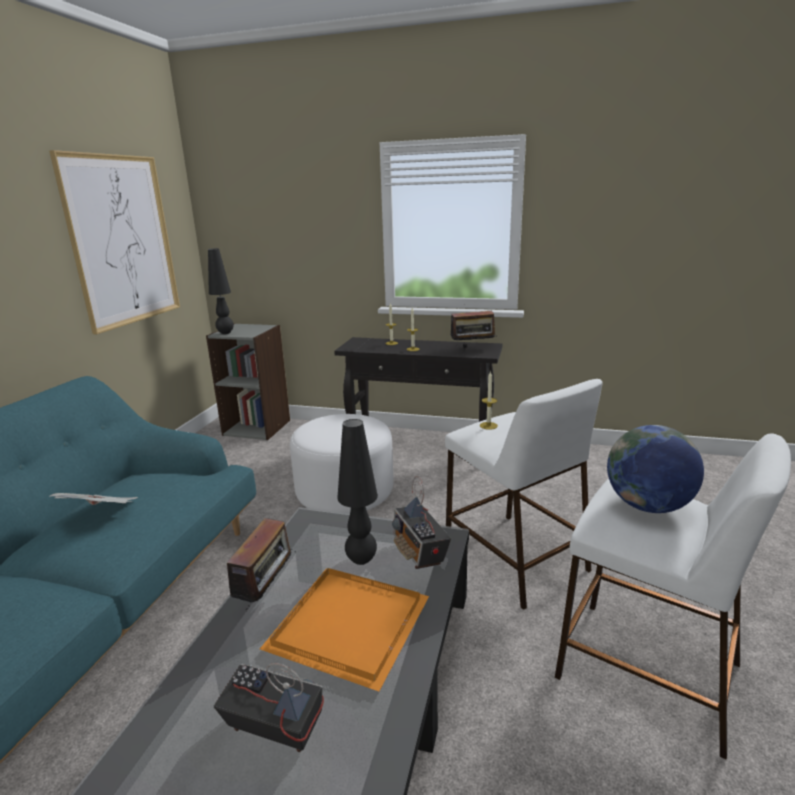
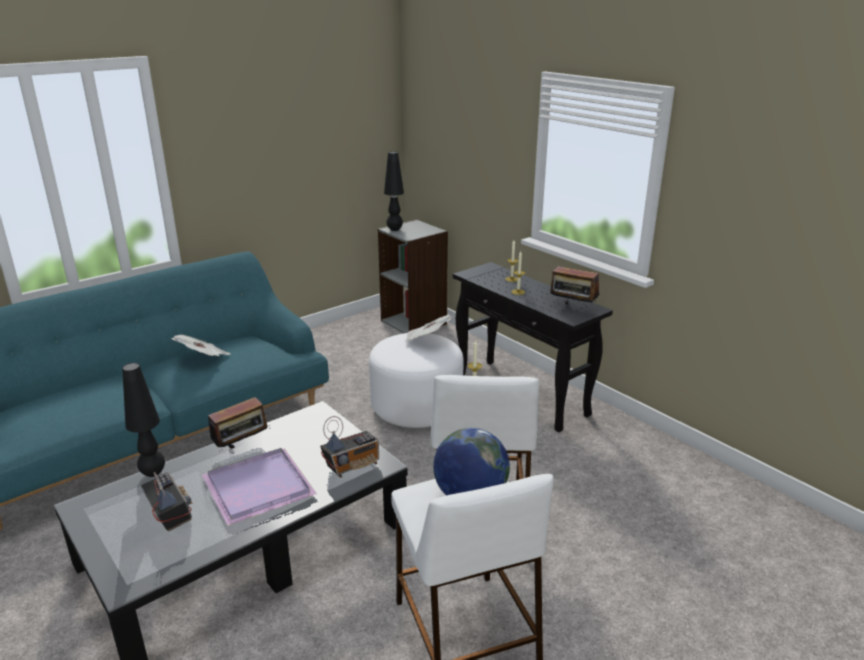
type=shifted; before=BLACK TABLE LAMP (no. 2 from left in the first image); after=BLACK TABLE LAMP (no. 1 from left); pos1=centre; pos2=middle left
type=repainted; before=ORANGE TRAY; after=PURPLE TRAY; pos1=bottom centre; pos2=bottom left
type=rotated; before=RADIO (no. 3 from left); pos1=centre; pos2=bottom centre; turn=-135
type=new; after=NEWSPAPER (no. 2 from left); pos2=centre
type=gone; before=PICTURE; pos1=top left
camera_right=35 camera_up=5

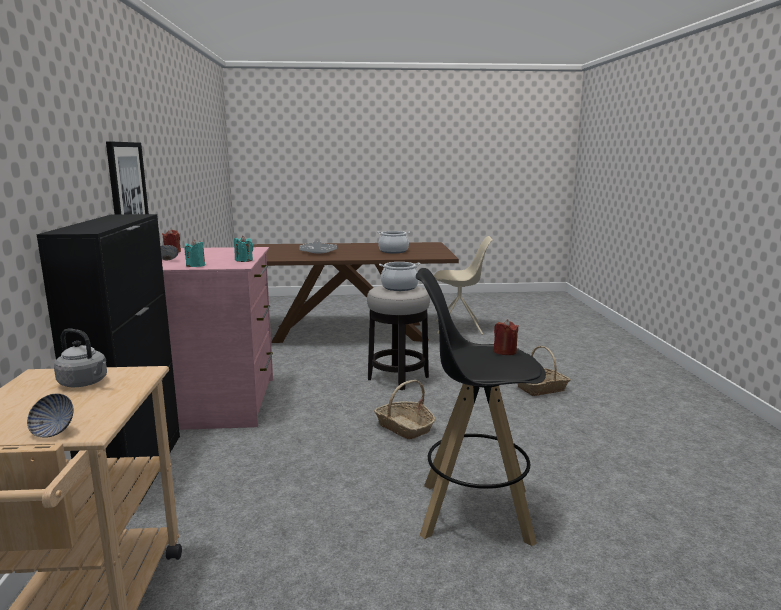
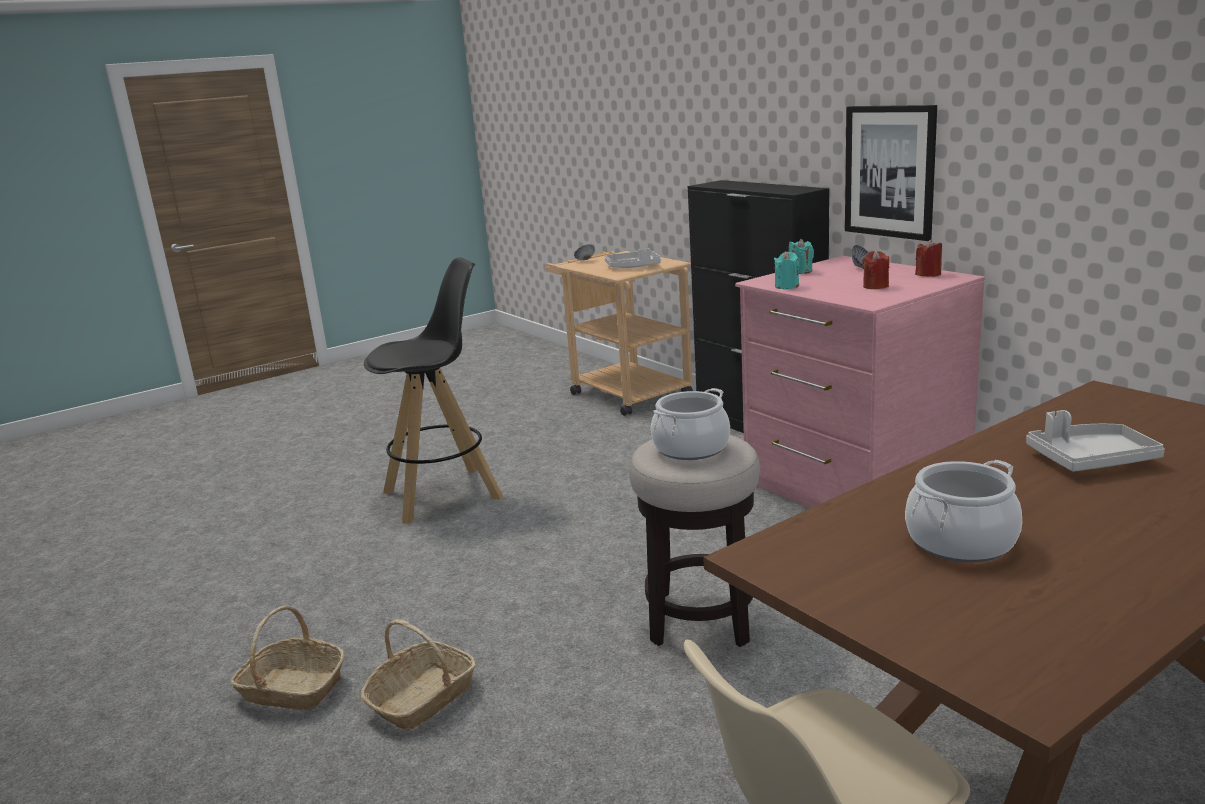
type=shifted; before=BASKET (no. 1 from left); pos1=bottom centre; pos2=bottom left
type=swapped; before=GREY KETTLE; after=GREY TRAY (no. 1 from left); pos1=middle left; pos2=top centre
type=shifted; before=RED CANDLE (no. 2 from left in the first image); after=RED CANDLE (no. 1 from left); pos1=centre; pos2=middle right
camera_right=150 camera_up=5

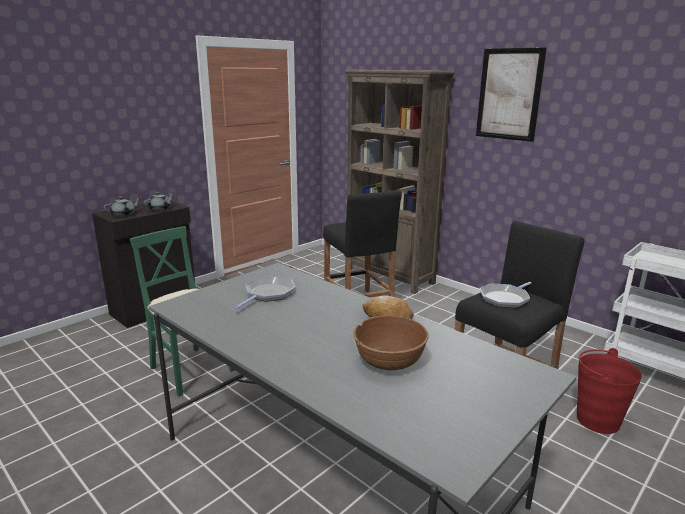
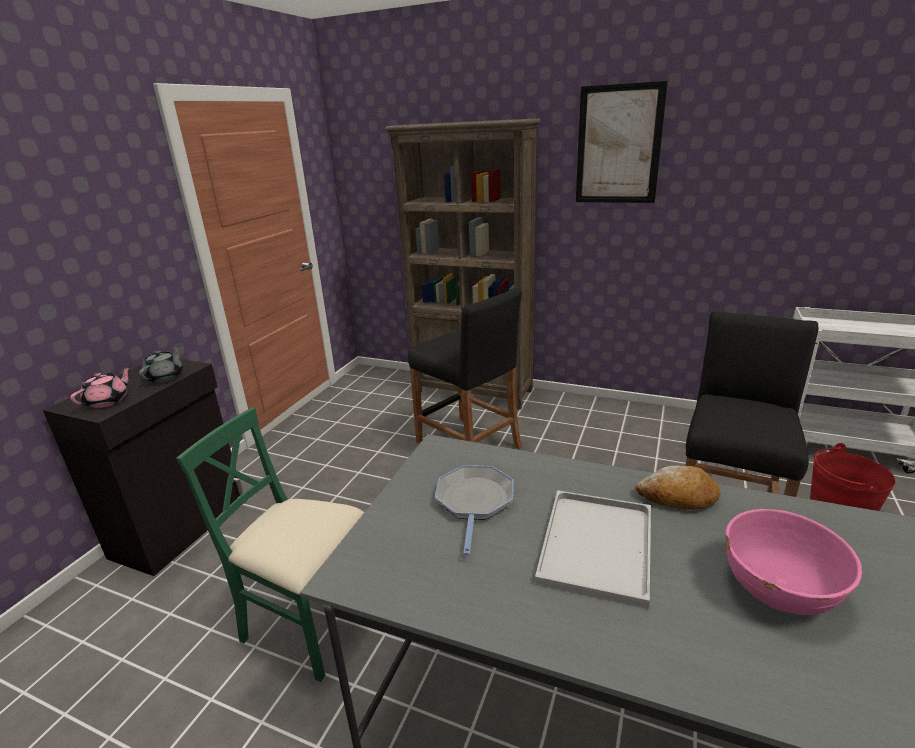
type=repainted; before=GREY TEAPOT (no. 1 from left); after=PINK TEAPOT; pos1=middle left; pos2=middle left
type=new; after=WHITE TRAY; pos2=bottom centre
type=repainted; before=BROWN BOWL; after=PINK BOWL; pos1=centre; pos2=bottom right
type=gone; before=FRYING PAN (no. 2 from left); pos1=middle right
camera_right=-20 camera_up=5

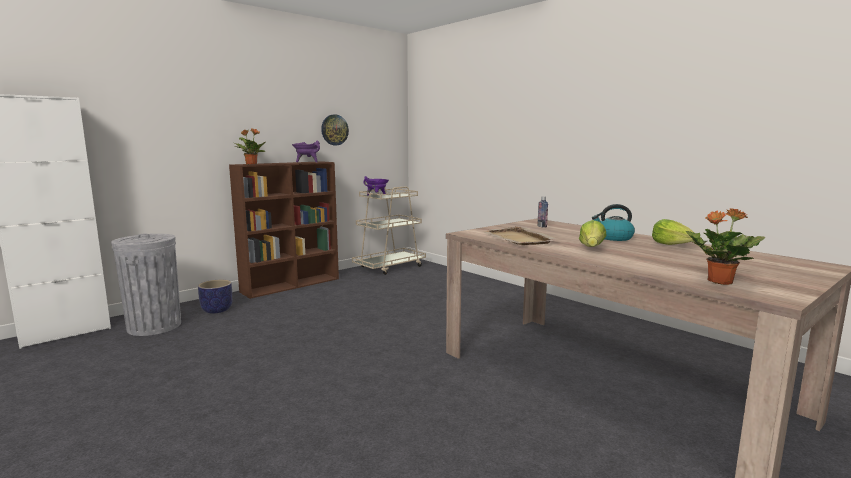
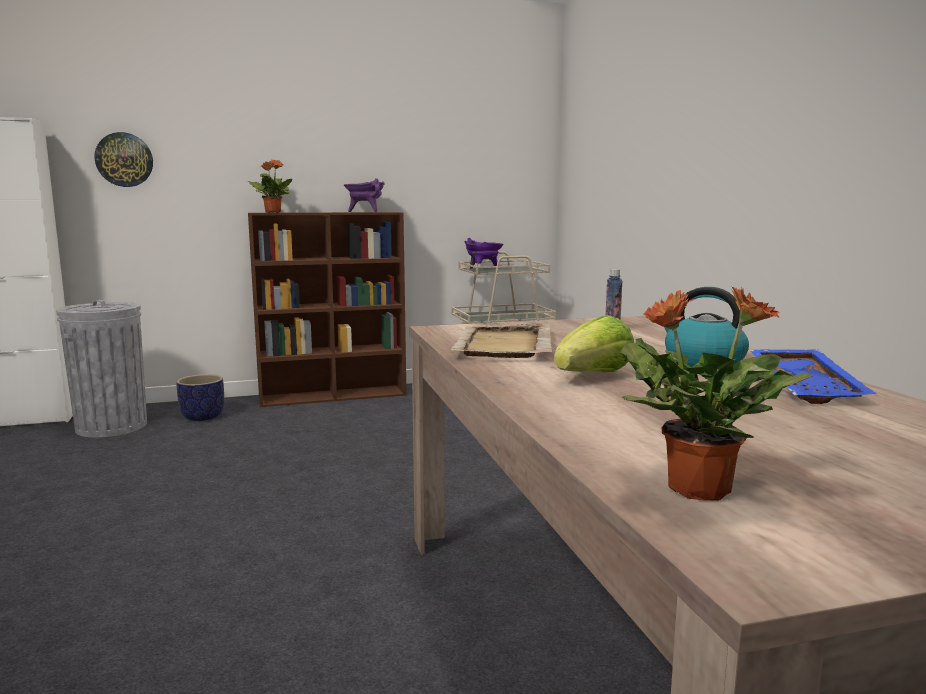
type=shifted; before=WALL CLOCK; pos1=top centre; pos2=top left
type=swapped; before=LETTUCE (no. 2 from left); after=BLUE TRAY; pos1=middle right; pos2=middle right
camera_right=25 camera_up=0

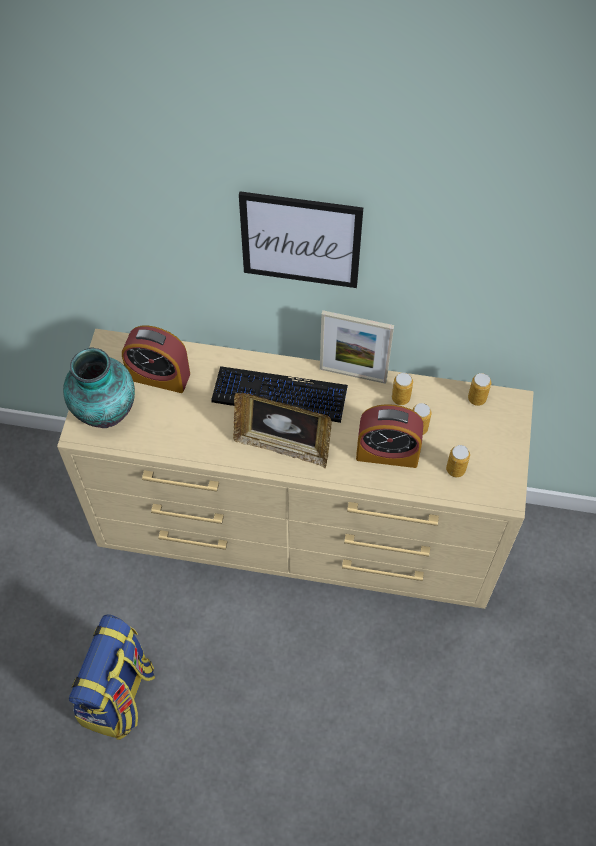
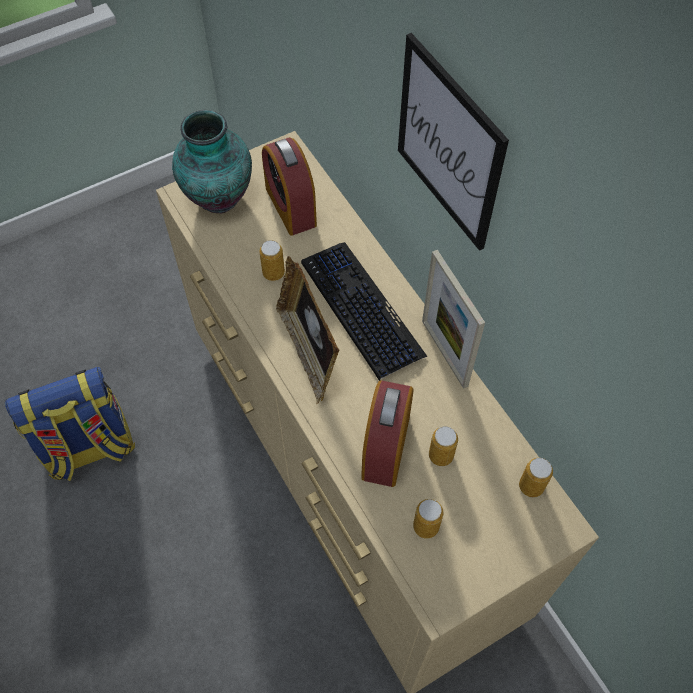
type=shifted; before=CAN (no. 1 from left); pos1=middle right; pos2=centre
type=rotated; before=ALARM CLOCK (no. 2 from left); pos1=centre; pos2=centre; turn=45
camera_right=50 camera_up=0

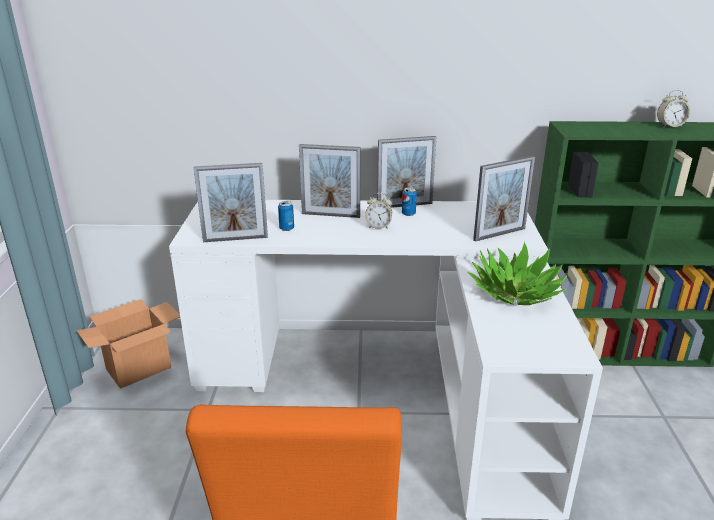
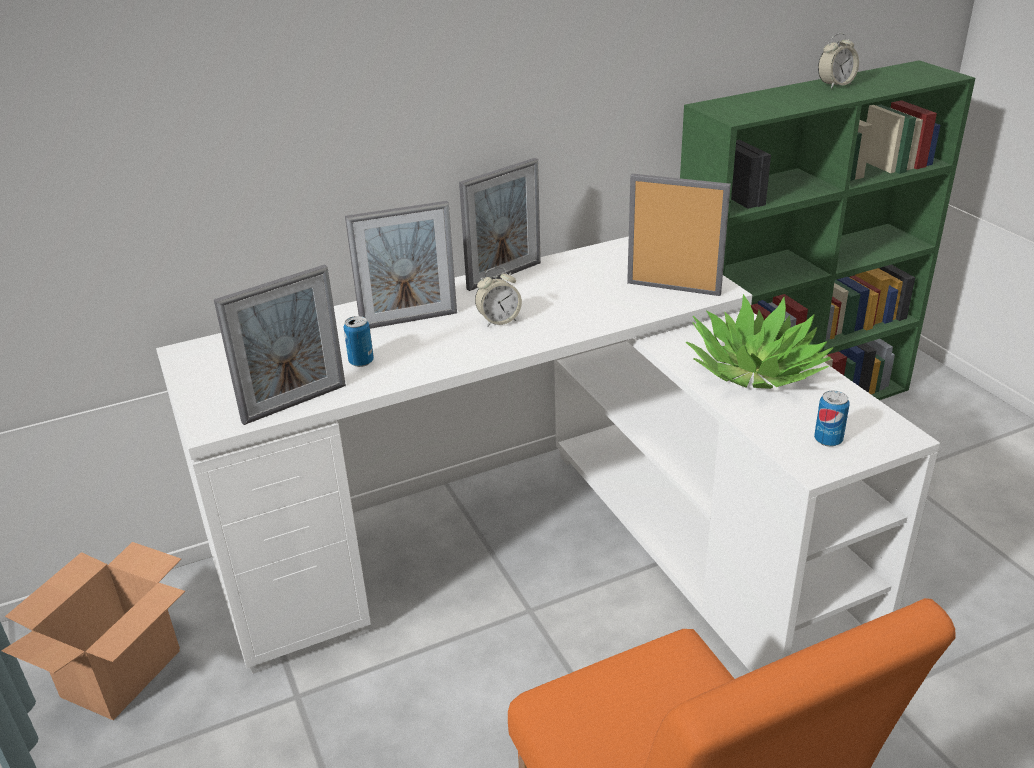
type=rotated; before=PICTURE FRAME (no. 4 from left); pos1=middle right; pos2=top centre; turn=-105
type=shifted; before=CAN (no. 2 from left); pos1=centre; pos2=middle right
camera_right=-25 camera_up=5

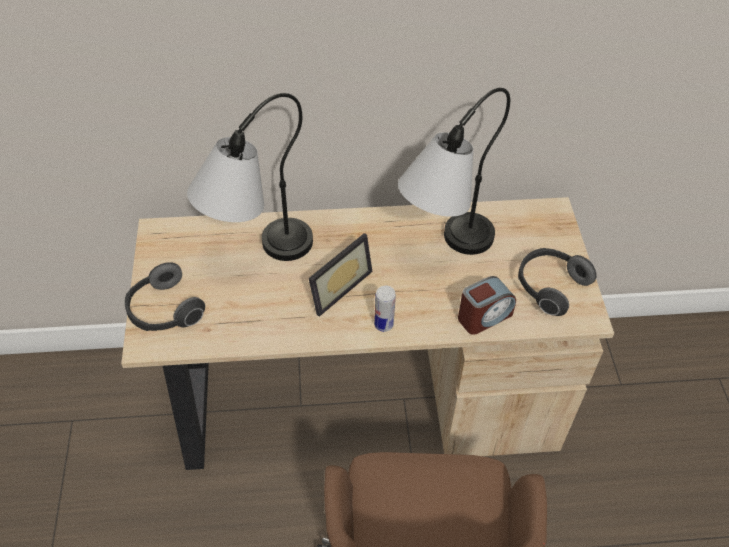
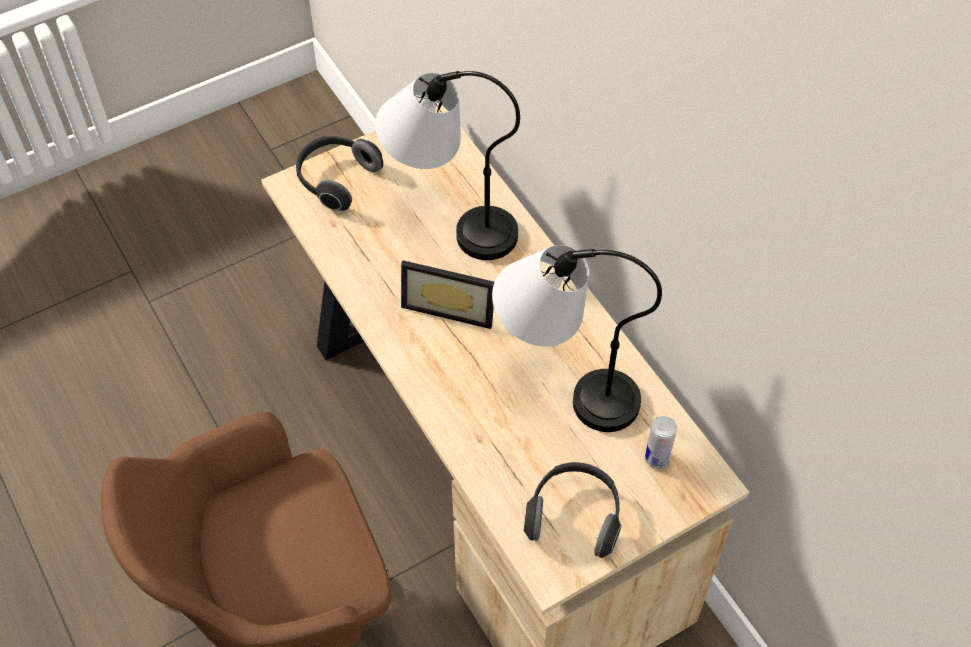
type=shifted; before=CAN; pos1=centre; pos2=bottom right
type=gone; before=ALARM CLOCK; pos1=middle right
camera_right=65 camera_up=5

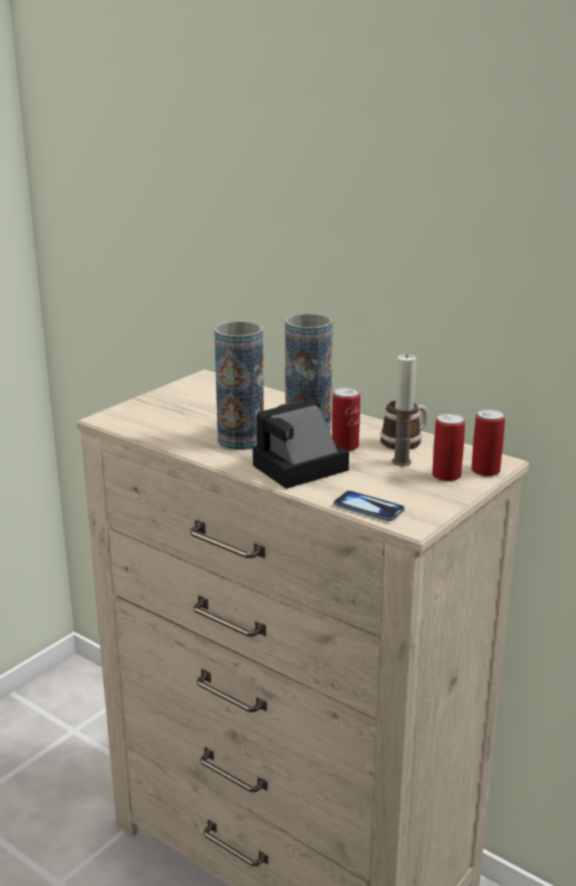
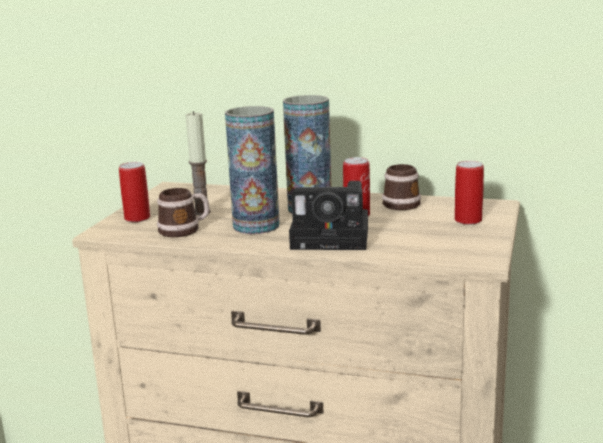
type=shifted; before=CAN (no. 3 from left in the first image); after=CAN (no. 1 from left); pos1=middle right; pos2=middle left
type=new; after=MUG (no. 1 from left); pos2=middle left
type=shifted; before=CANDLE; pos1=middle right; pos2=middle left
type=rotated; before=PHOTO CAMERA; pos1=centre; pos2=centre; turn=-120
type=gone; before=PHONE; pos1=centre
camera_right=-20 camera_up=-5

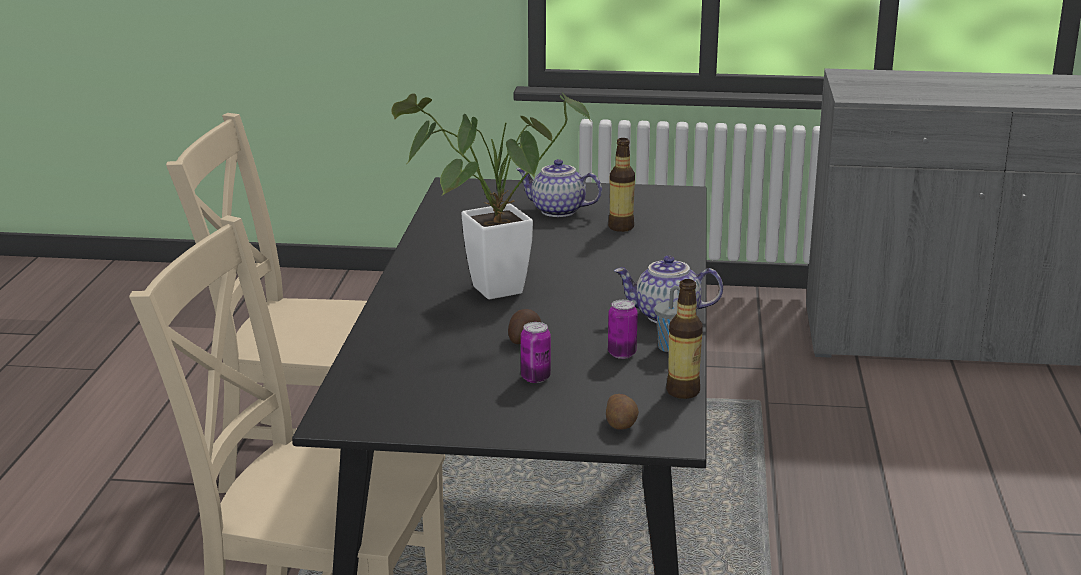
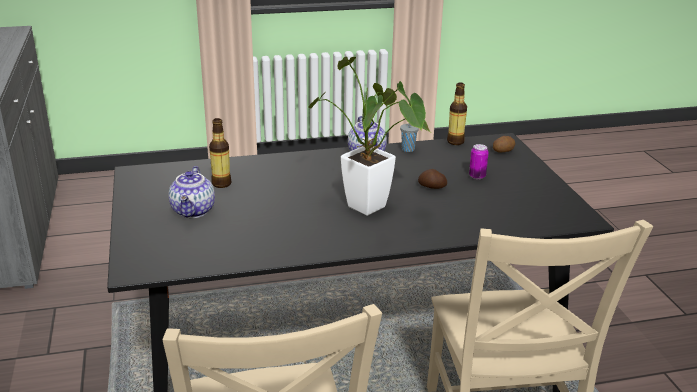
type=gone; before=CAN (no. 2 from left); pos1=centre
camera_right=-110 camera_up=5

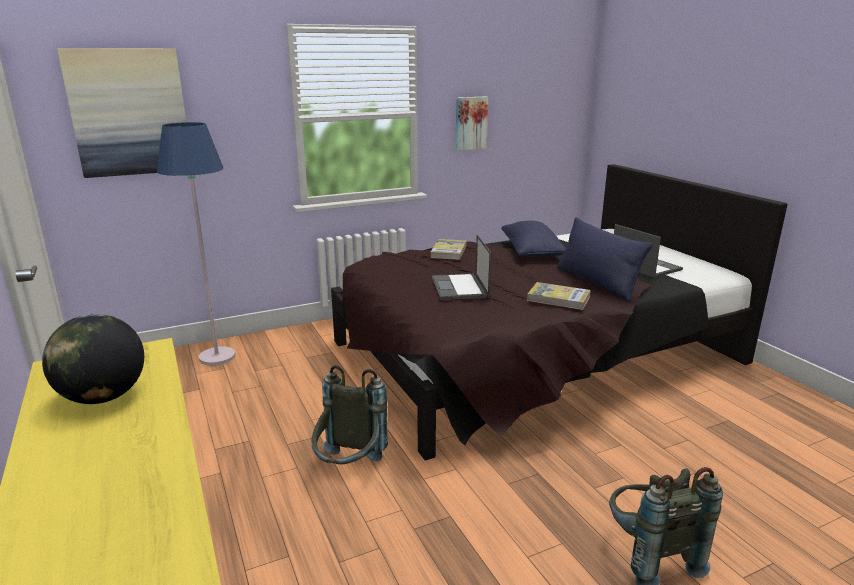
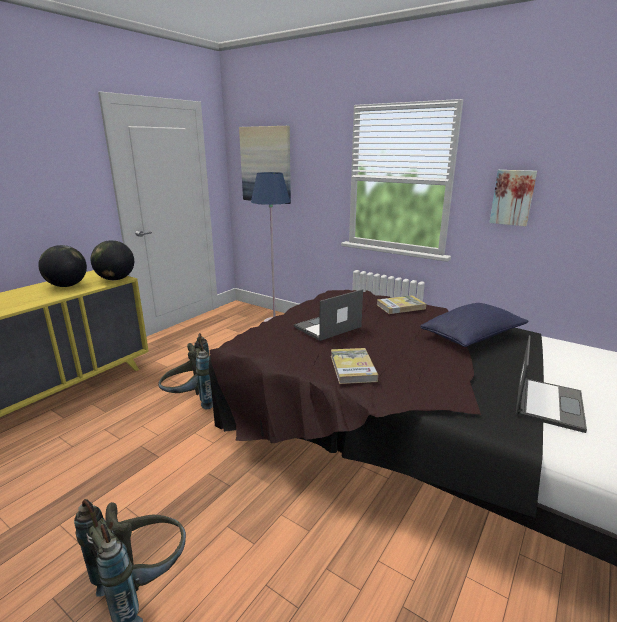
type=new; after=GLOBE (no. 2 from left); pos2=middle left
type=gone; before=BLUE PILLOW (no. 2 from left); pos1=middle right
camera_right=60 camera_up=0

